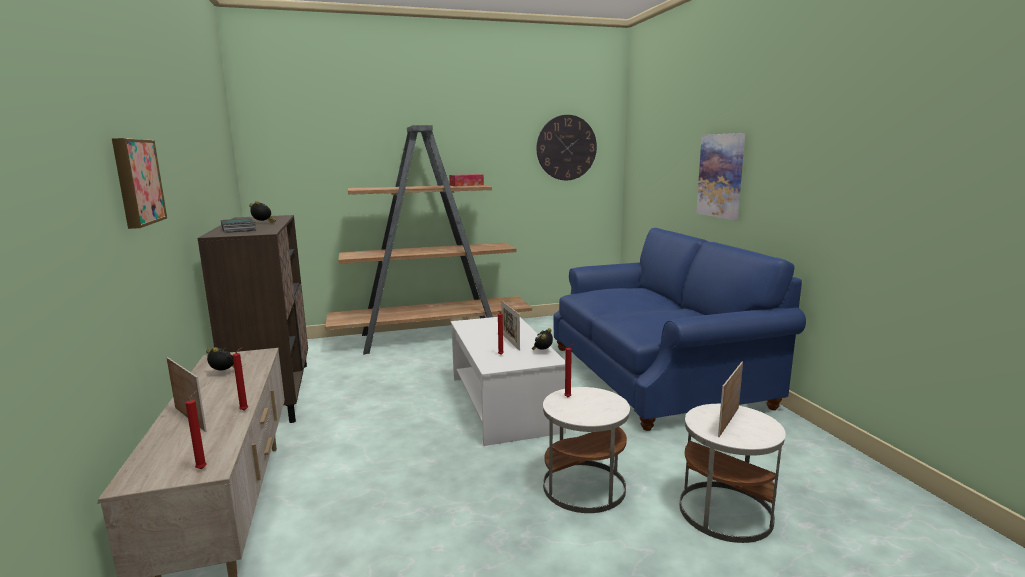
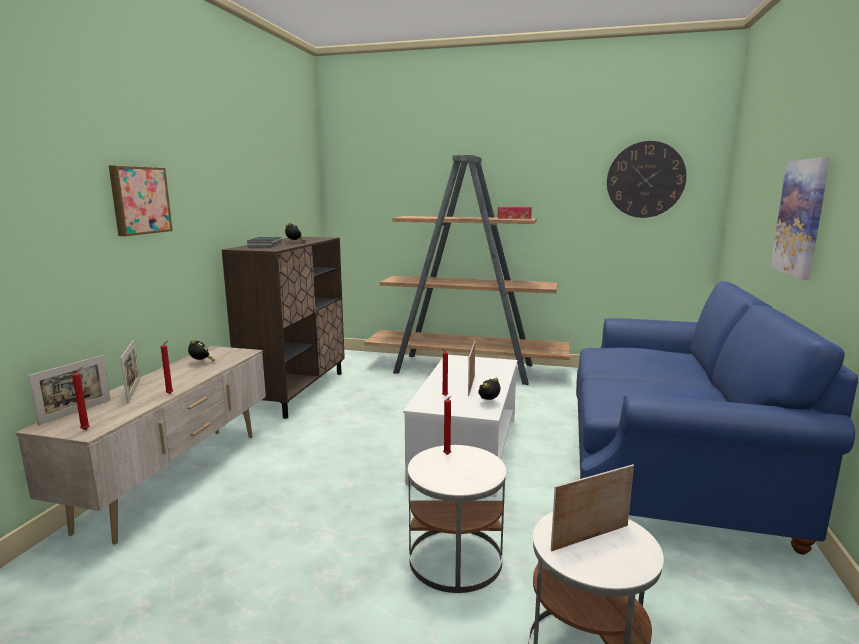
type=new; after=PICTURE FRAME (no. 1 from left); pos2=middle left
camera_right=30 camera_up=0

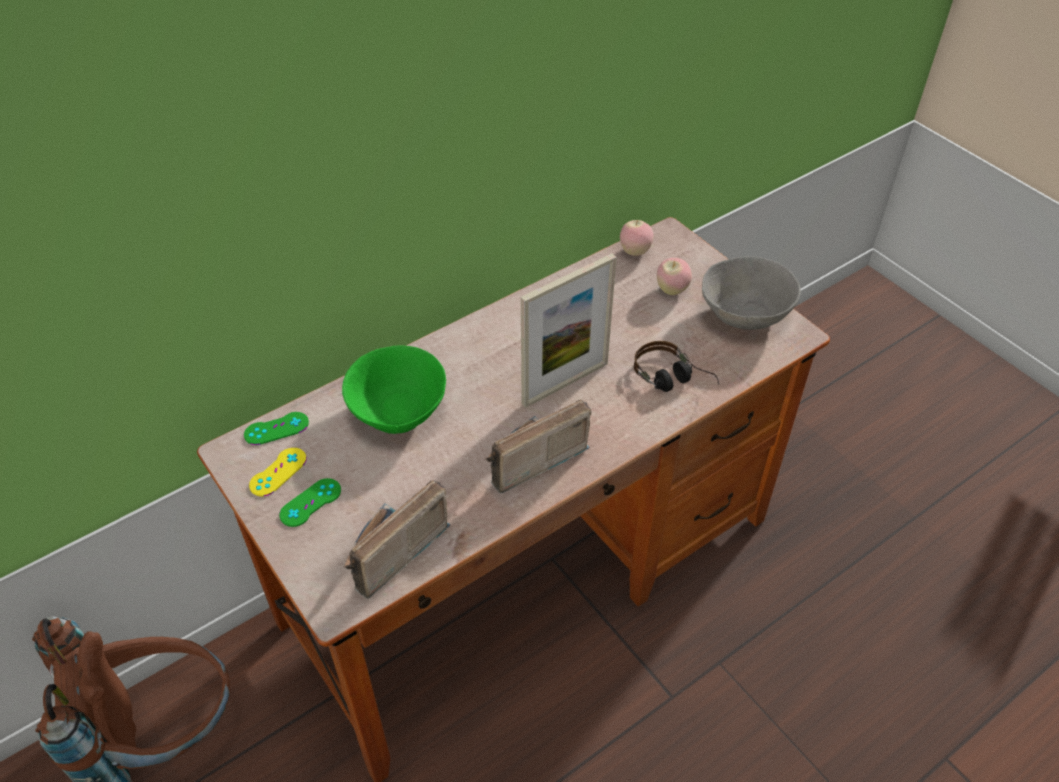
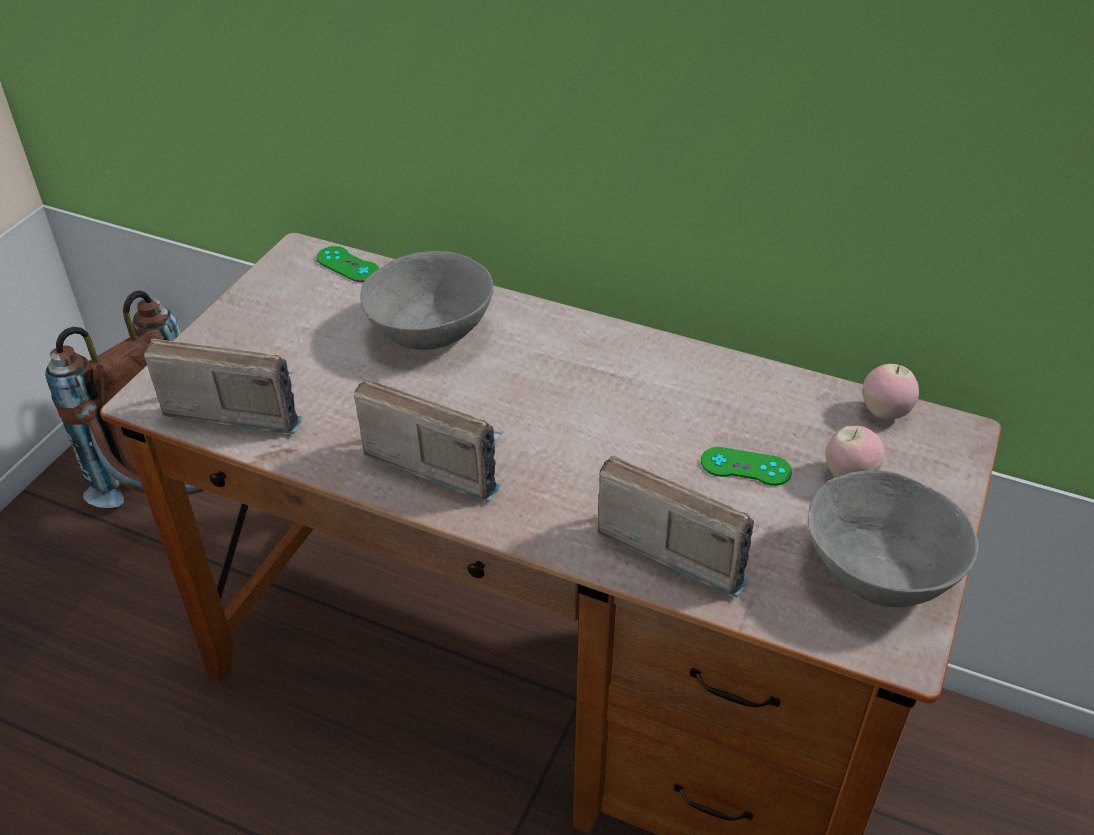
type=repainted; before=GREEN BOWL; after=GREY BOWL (no. 1 from left); pos1=centre; pos2=centre
type=swapped; before=HEADPHONES; after=RADIO (no. 3 from left); pos1=centre; pos2=centre
type=shifted; before=GREEN GAME CONTROLLER (no. 2 from left); pos1=middle left; pos2=middle right
type=gone; before=YELLOW GAME CONTROLLER; pos1=middle left
type=gone; before=PICTURE FRAME; pos1=centre
camera_right=60 camera_up=-5

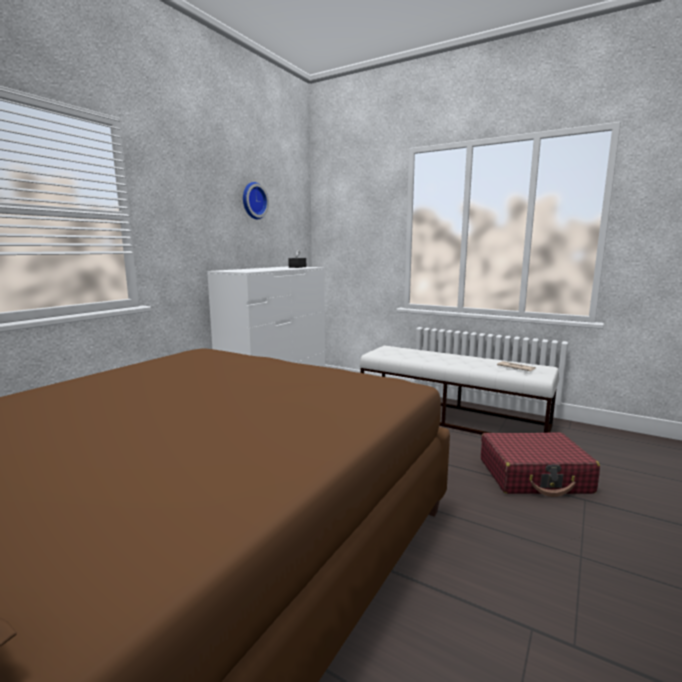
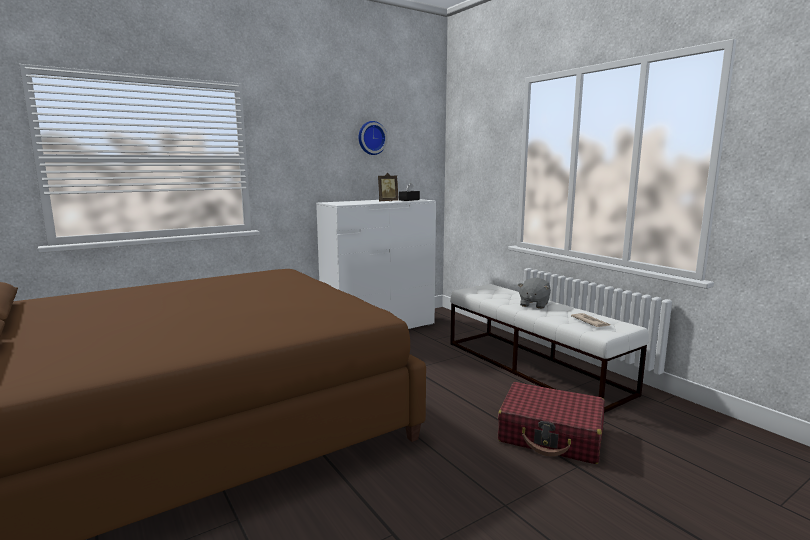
type=new; after=PICTURE FRAME; pos2=centre
type=new; after=GREY PLUSH TOY; pos2=centre
camera_right=25 camera_up=0

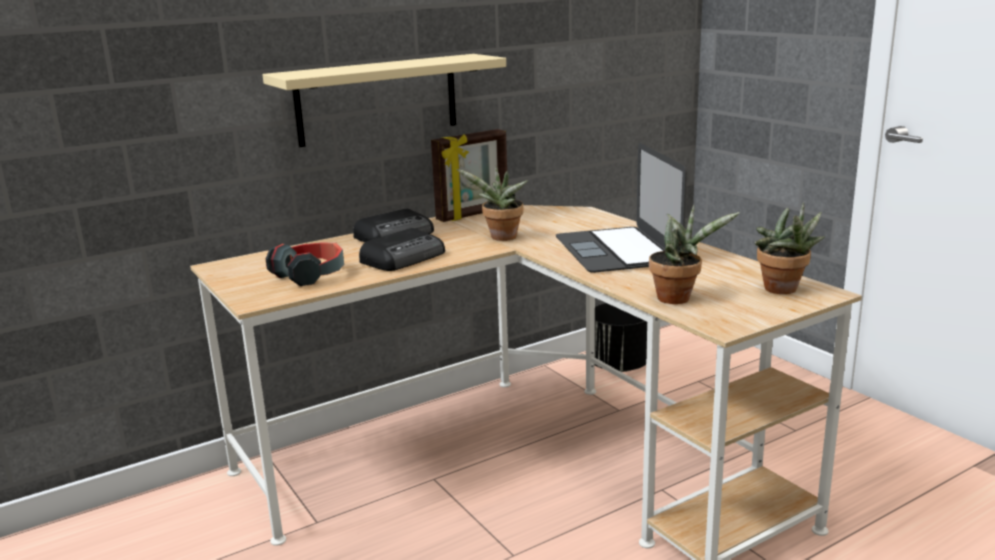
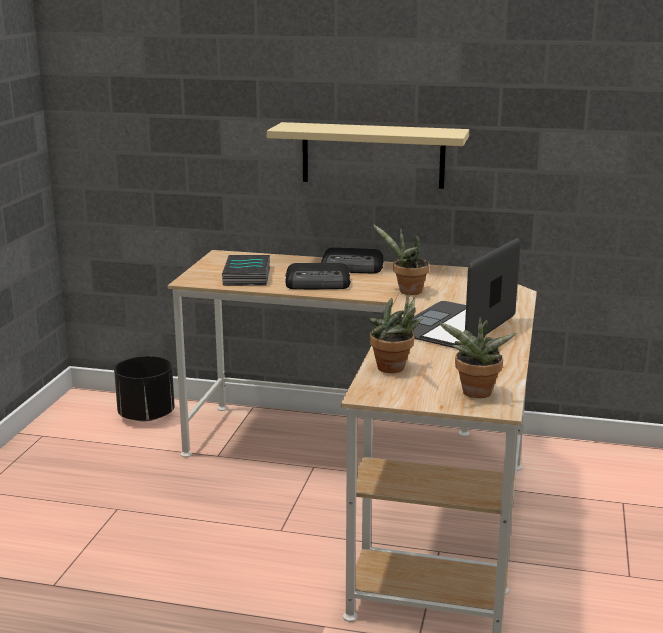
type=shifted; before=BLACK PLANTER; pos1=centre; pos2=middle left
type=swapped; before=HEADPHONES; after=BOOK; pos1=middle left; pos2=centre
type=gone; before=PICTURE FRAME; pos1=top centre
camera_right=45 camera_up=0

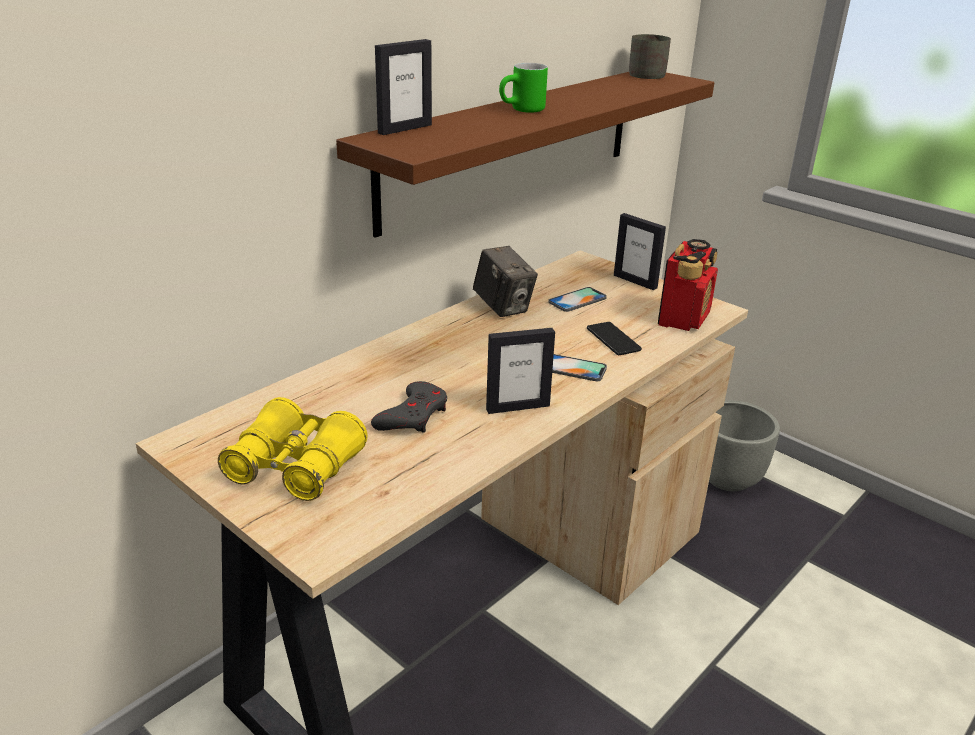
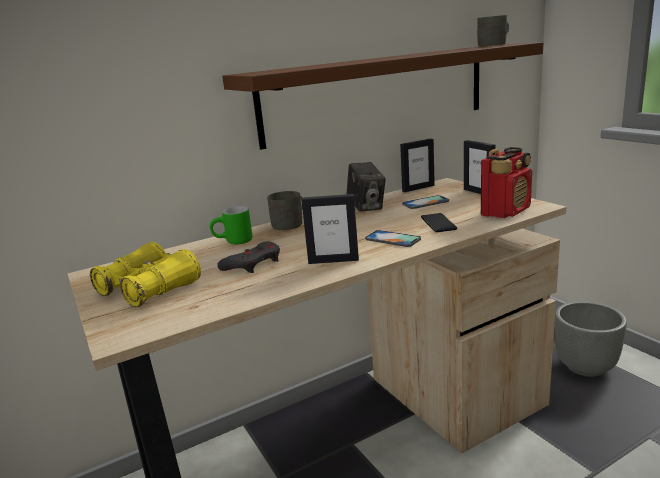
type=shifted; before=GREEN MUG; pos1=top centre; pos2=centre
type=new; after=GREY MUG (no. 1 from left); pos2=centre
type=shifted; before=PICTURE FRAME (no. 1 from left in the first image); after=PICTURE FRAME (no. 2 from left); pos1=top centre; pos2=centre
camera_right=20 camera_up=-10

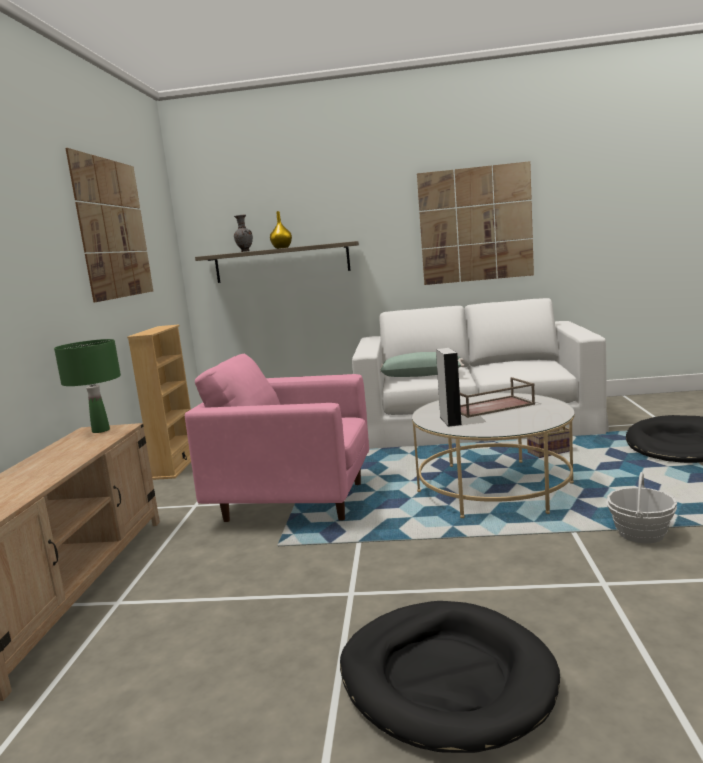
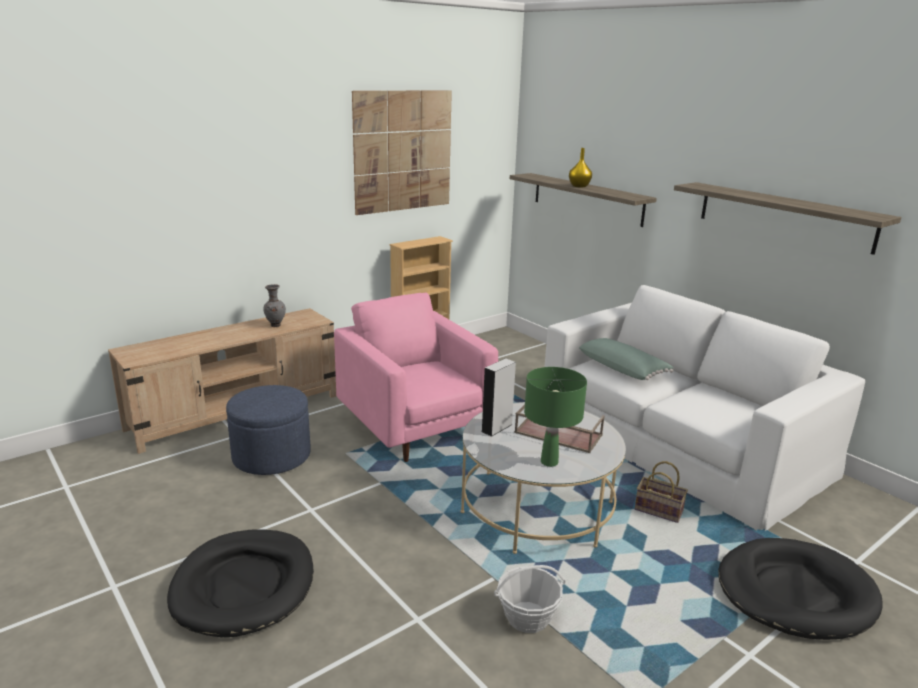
type=new; after=BLUE OTTOMAN; pos2=middle left
type=shifted; before=GREY VASE; pos1=top centre; pos2=middle left
type=shifted; before=GREEN TABLE LAMP; pos1=middle left; pos2=centre
type=swapped; before=PICTURE (no. 2 from left); after=SHELF (no. 2 from left); pos1=top right; pos2=top right
camera_right=45 camera_up=10

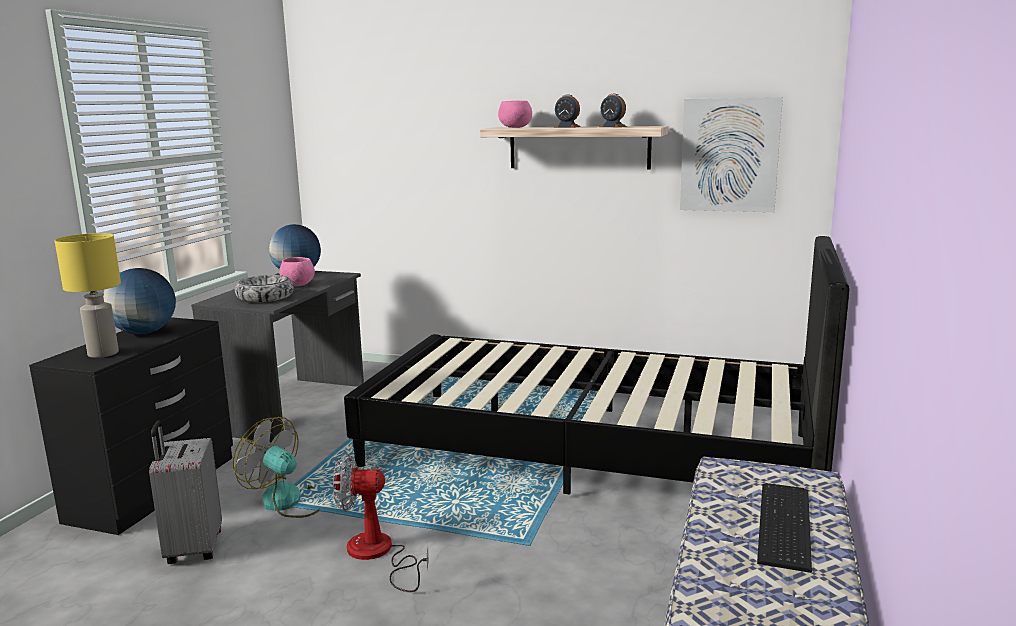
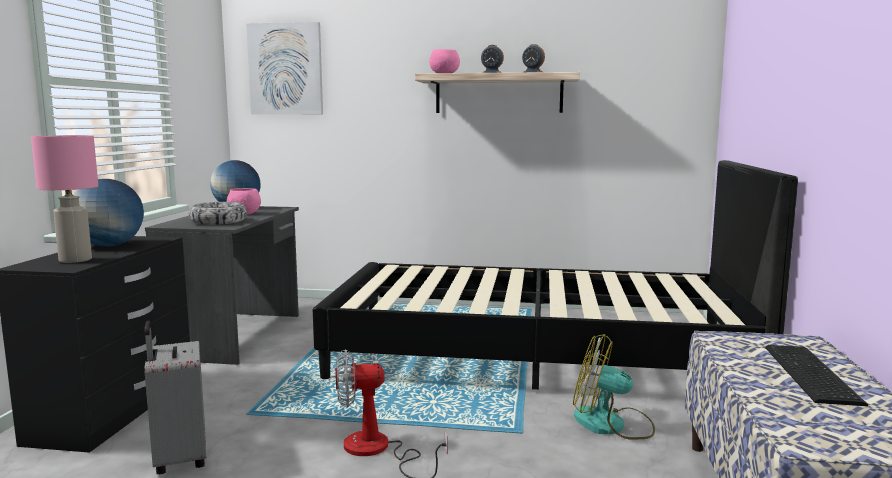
type=repainted; before=YELLOW TABLE LAMP; after=PINK TABLE LAMP; pos1=middle left; pos2=middle left
type=shifted; before=PICTURE; pos1=top right; pos2=top left
type=shifted; before=FAN (no. 1 from left in the first image); after=FAN (no. 2 from left); pos1=bottom left; pos2=bottom right
camera_right=-10 camera_up=-5

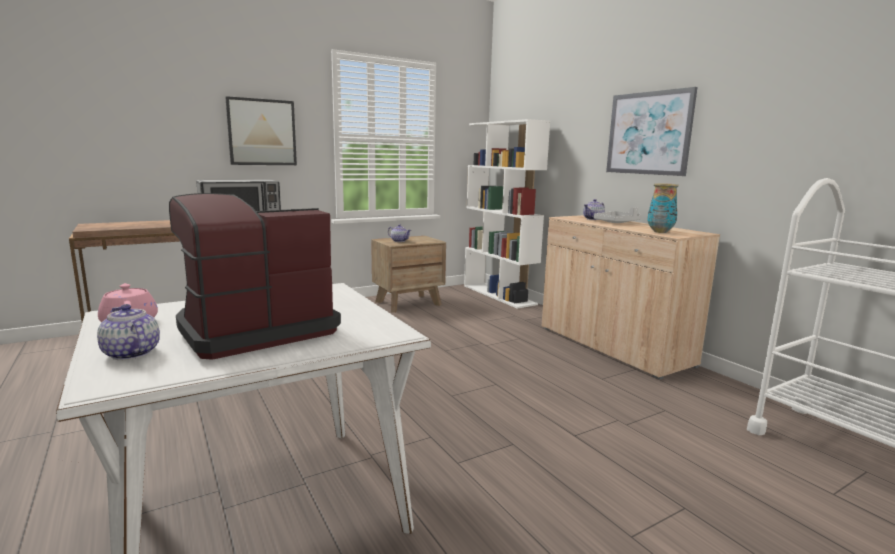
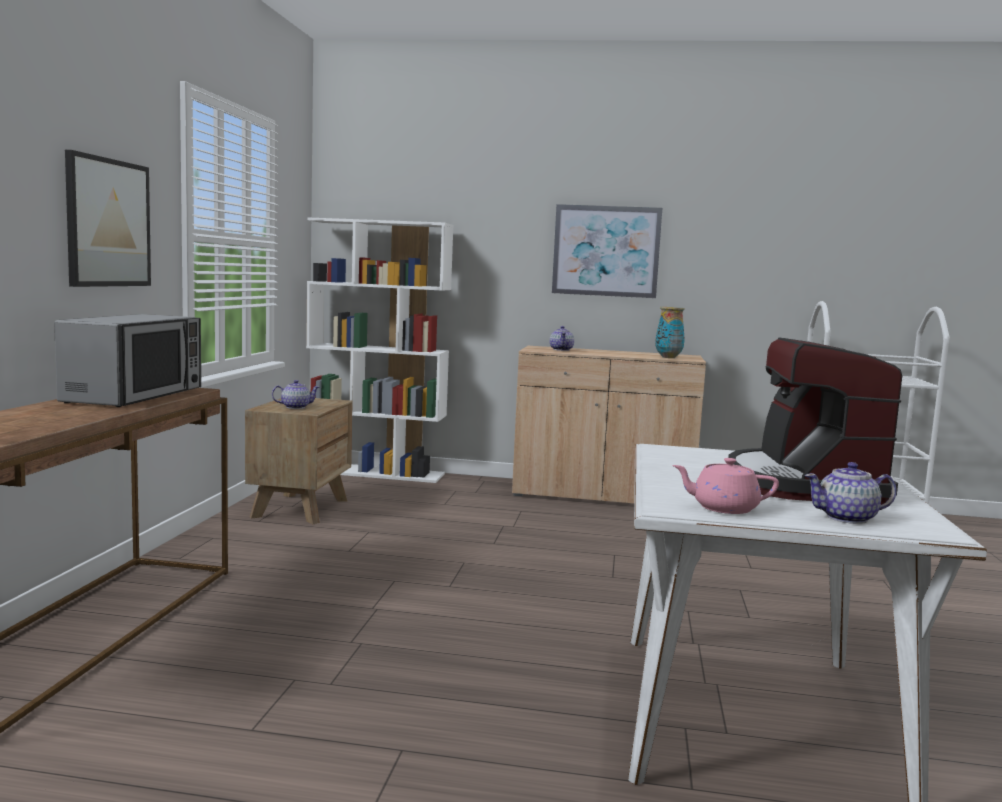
type=gone; before=GREY TRAY; pos1=middle right
camera_right=-50 camera_up=-5

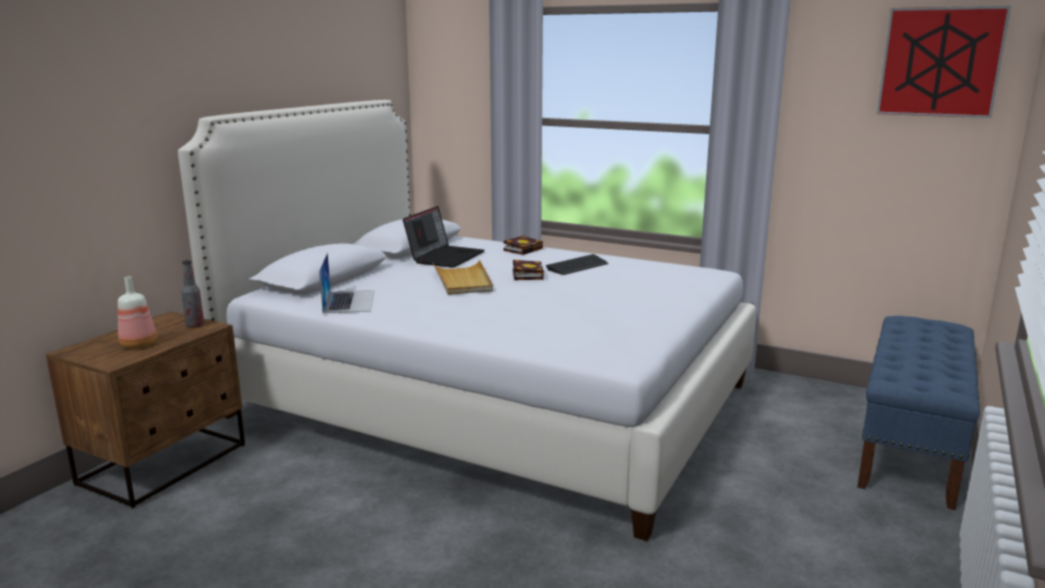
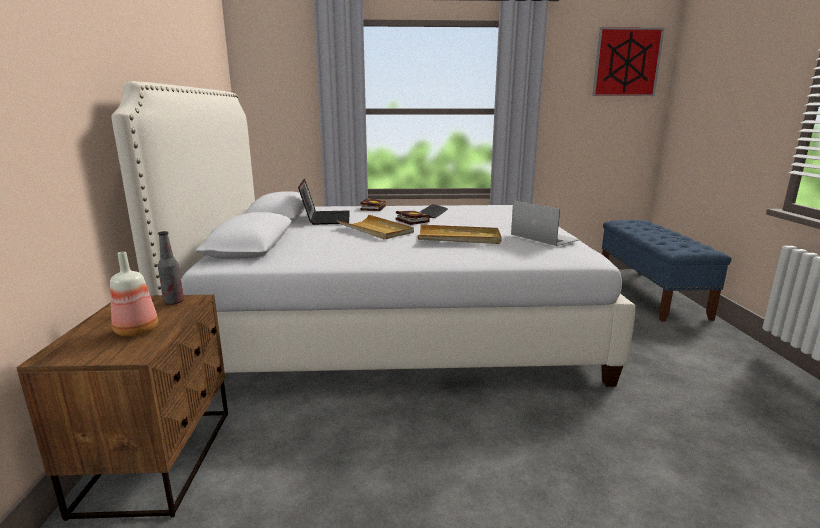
type=new; after=BEIGE TRAY (no. 2 from left); pos2=centre
type=shifted; before=LAPTOP (no. 1 from left in the first image); after=LAPTOP (no. 2 from left); pos1=middle left; pos2=centre
camera_right=-30 camera_up=0

